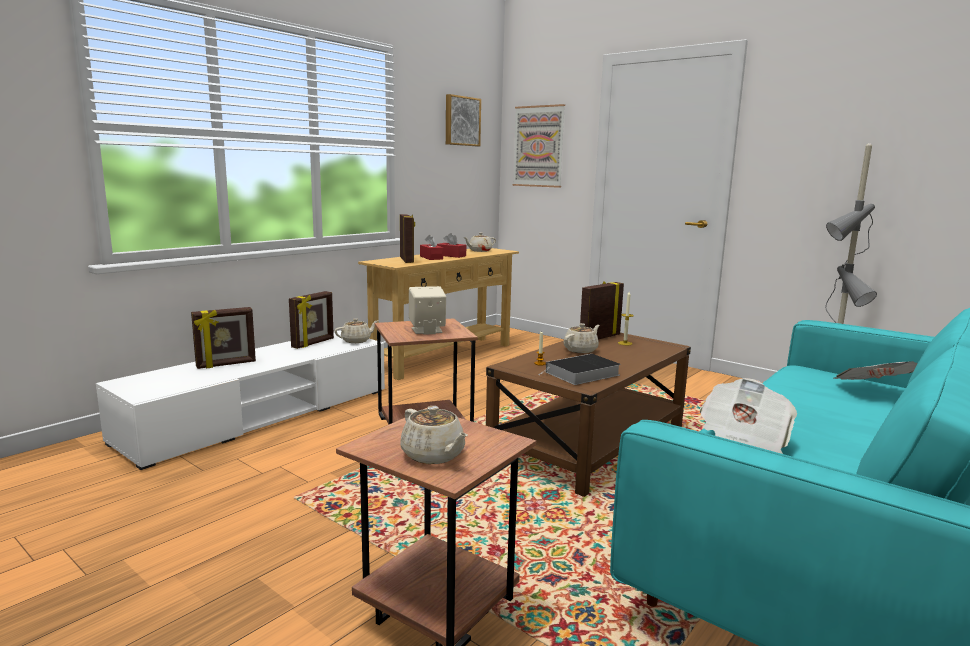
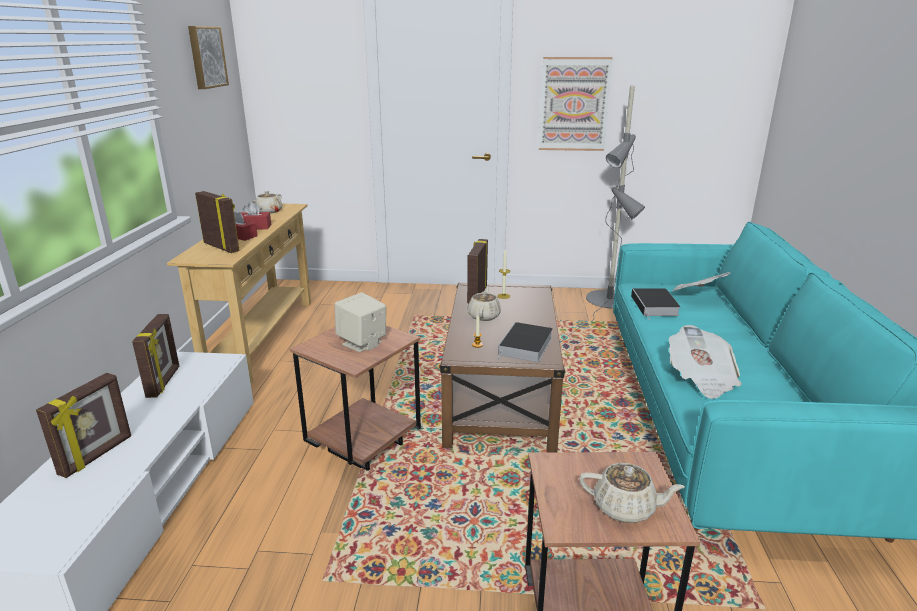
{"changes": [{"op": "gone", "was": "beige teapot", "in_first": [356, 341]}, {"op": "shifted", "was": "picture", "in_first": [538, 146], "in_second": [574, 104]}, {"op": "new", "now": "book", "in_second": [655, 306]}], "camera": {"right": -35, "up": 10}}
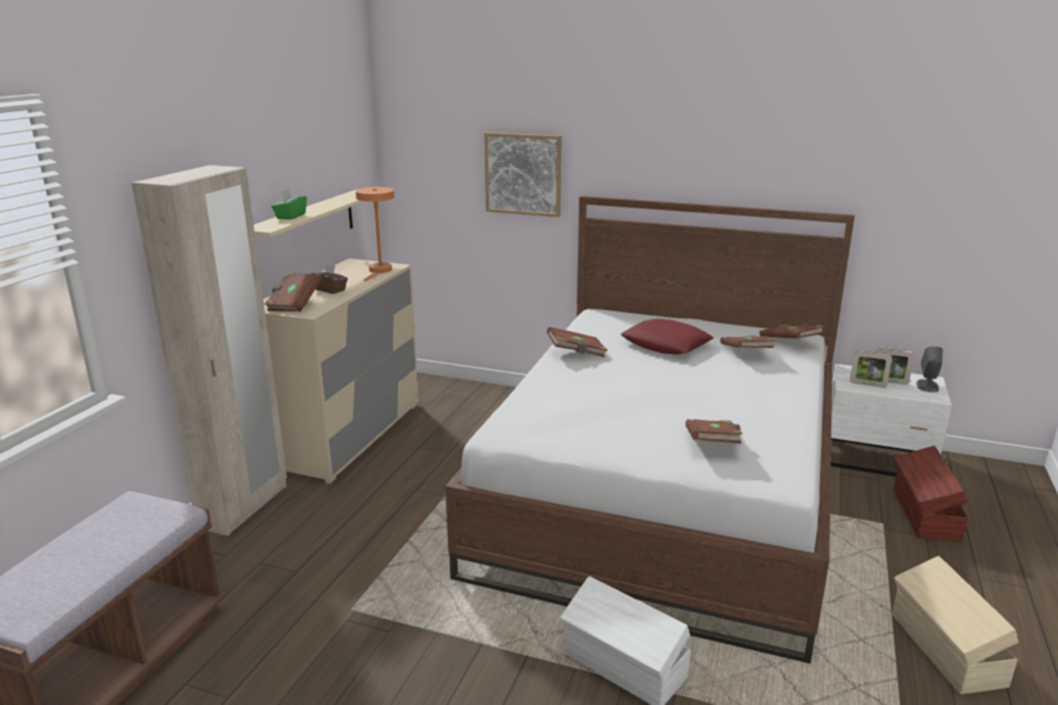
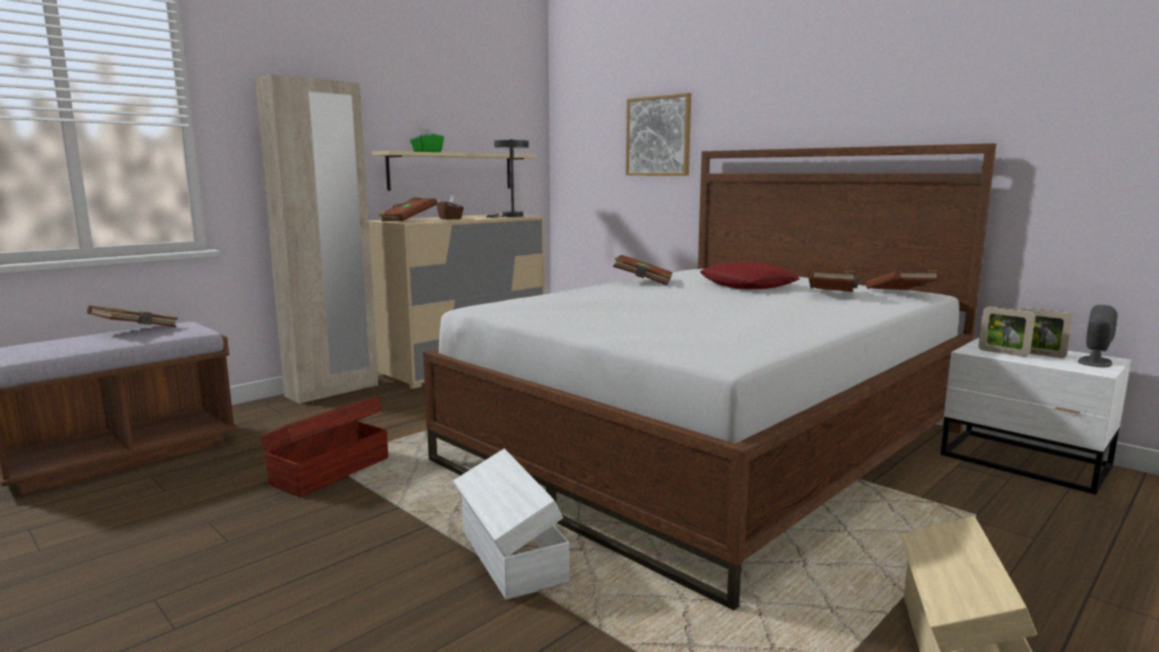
{"changes": [{"op": "repainted", "was": "orange table lamp", "now": "grey table lamp", "in_first": [379, 271], "in_second": [510, 216]}, {"op": "shifted", "was": "brown book", "in_first": [713, 444], "in_second": [136, 330]}, {"op": "shifted", "was": "brown storage box", "in_first": [924, 515], "in_second": [328, 471]}], "camera": {"right": 25, "up": -10}}
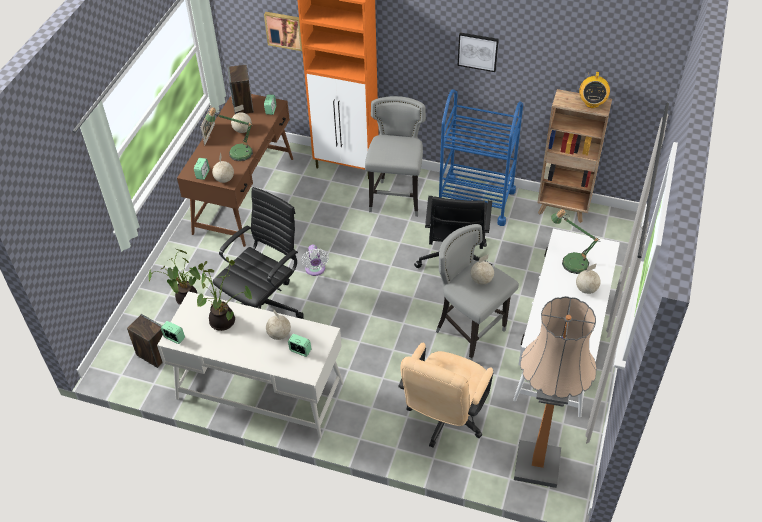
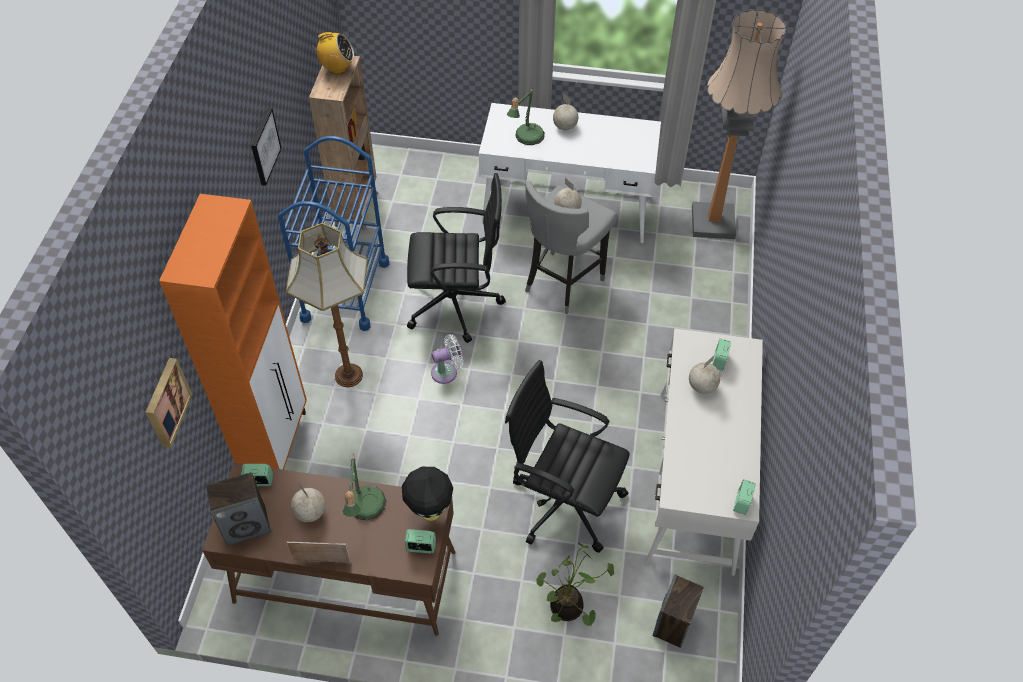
{"changes": [{"op": "gone", "was": "potted plant", "in_first": [225, 321]}, {"op": "swapped", "was": "globe", "now": "black table lamp", "in_first": [224, 179], "in_second": [429, 512]}, {"op": "shifted", "was": "white fan", "in_first": [315, 270], "in_second": [447, 372]}, {"op": "swapped", "was": "grey stool", "now": "floor lamp", "in_first": [396, 200], "in_second": [347, 375]}, {"op": "gone", "was": "beige office chair", "in_first": [444, 419]}], "camera": {"right": -100, "up": 5}}
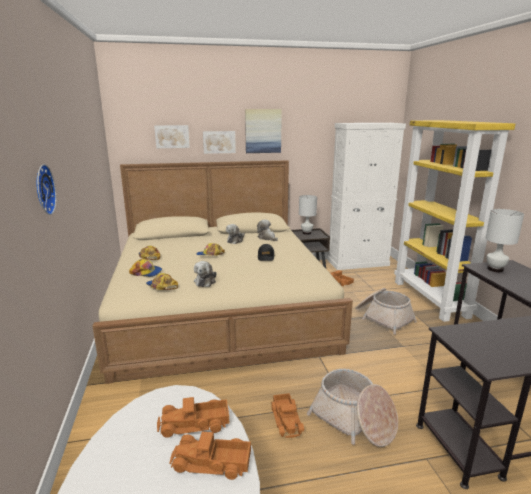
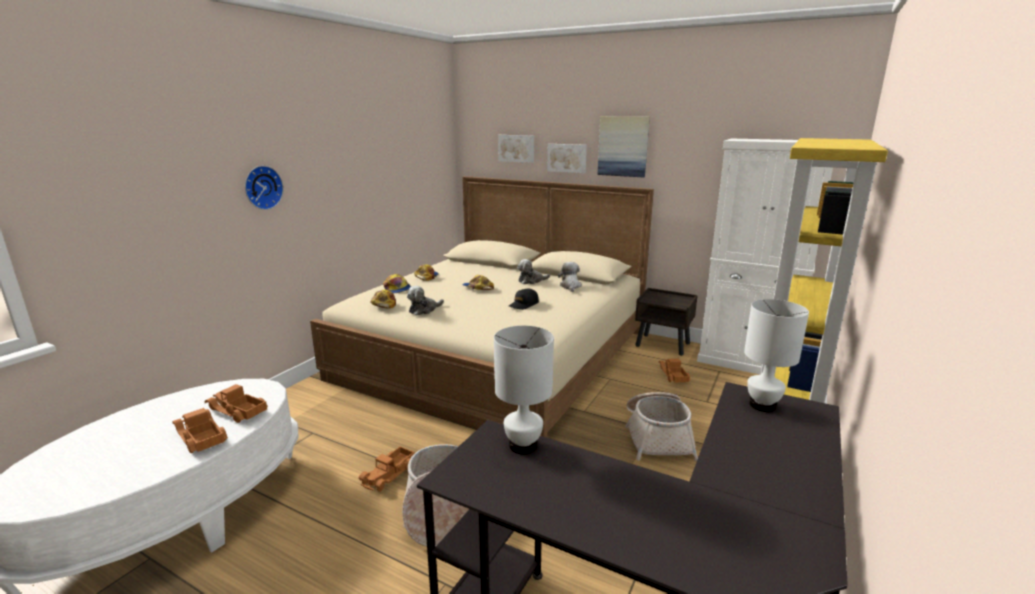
{"changes": [{"op": "shifted", "was": "white table lamp", "in_first": [306, 233], "in_second": [523, 446]}], "camera": {"right": 40, "up": 0}}
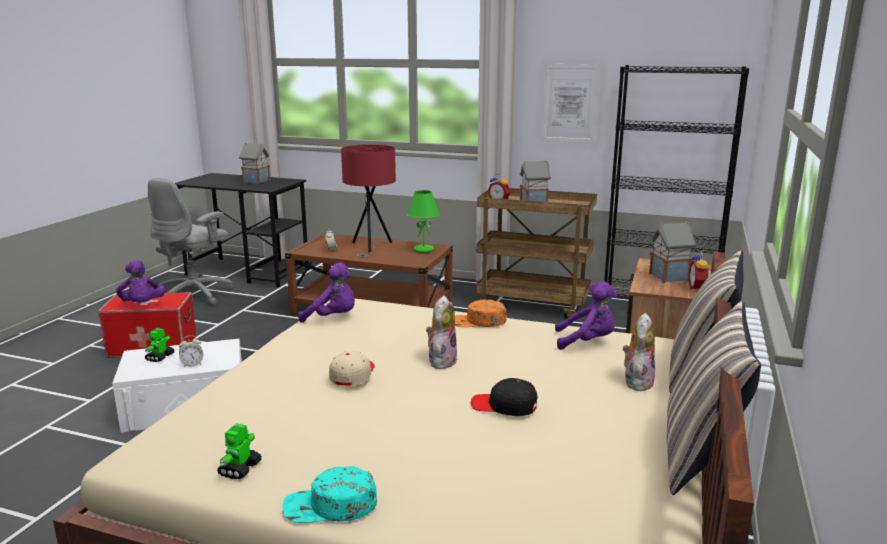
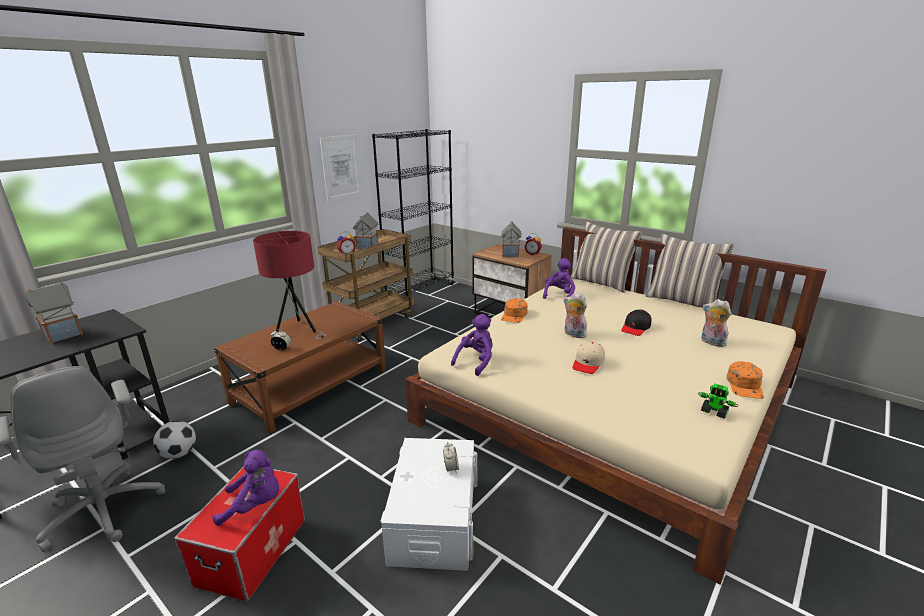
{"changes": [{"op": "gone", "was": "toy robot", "in_first": [160, 357]}, {"op": "repainted", "was": "turquoise cap", "now": "orange cap", "in_first": [330, 506], "in_second": [745, 386]}, {"op": "rotated", "was": "beige cap", "in_first": [352, 374], "in_second": [588, 363], "clockwise": -90}, {"op": "gone", "was": "green table lamp", "in_first": [423, 250]}, {"op": "shifted", "was": "plush toy", "in_first": [636, 381], "in_second": [711, 342]}, {"op": "new", "now": "football", "in_second": [179, 454]}], "camera": {"right": -70, "up": 5}}
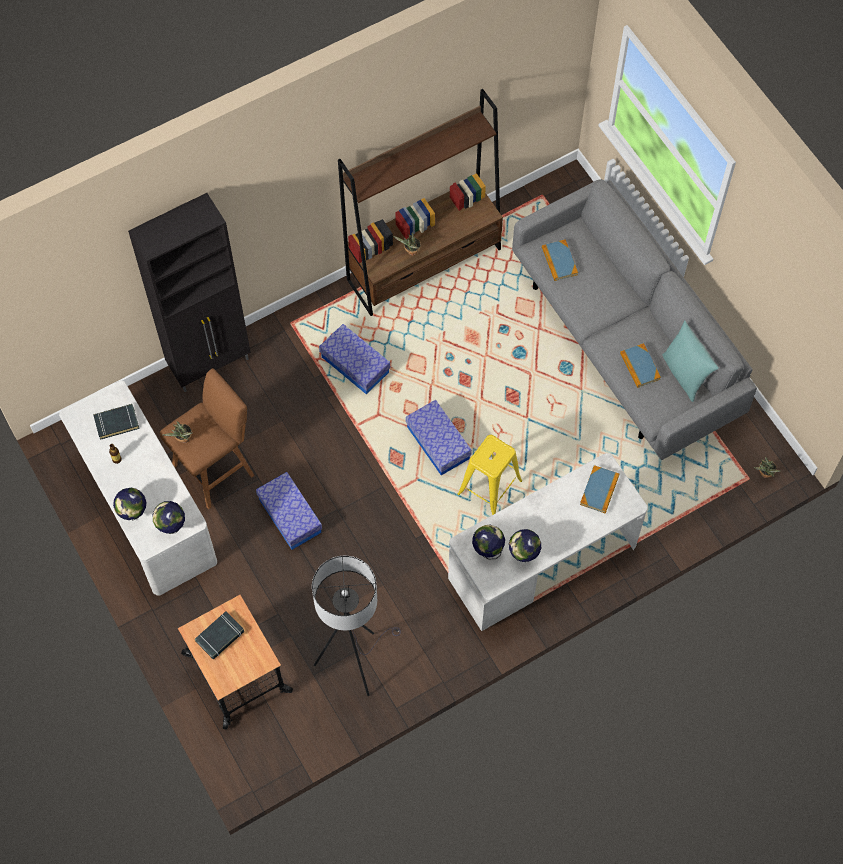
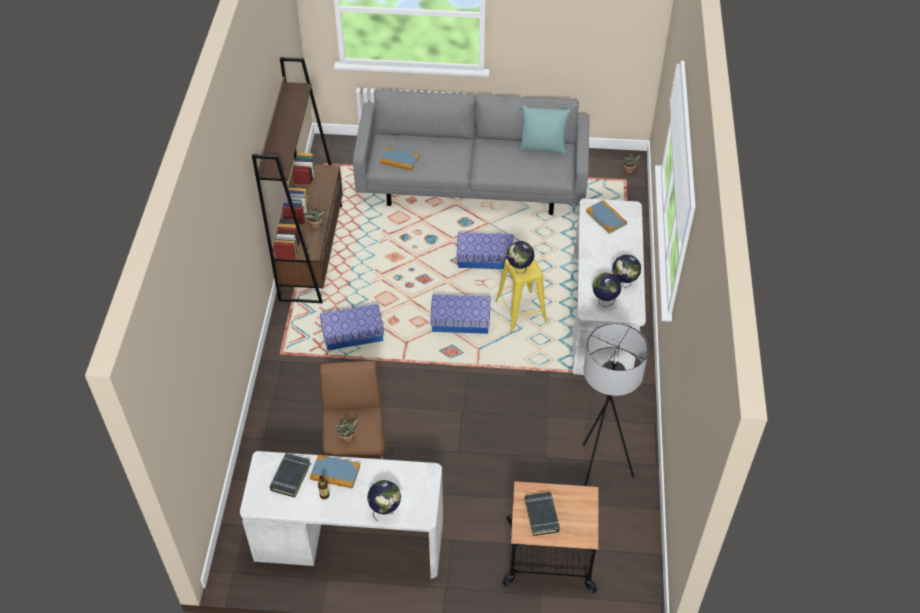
{"changes": [{"op": "gone", "was": "black cabinet", "in_first": [211, 364]}, {"op": "shifted", "was": "globe", "in_first": [171, 526], "in_second": [519, 269]}, {"op": "shifted", "was": "storage box", "in_first": [290, 516], "in_second": [484, 258]}, {"op": "shifted", "was": "book", "in_first": [640, 366], "in_second": [335, 473]}], "camera": {"right": -55, "up": -15}}
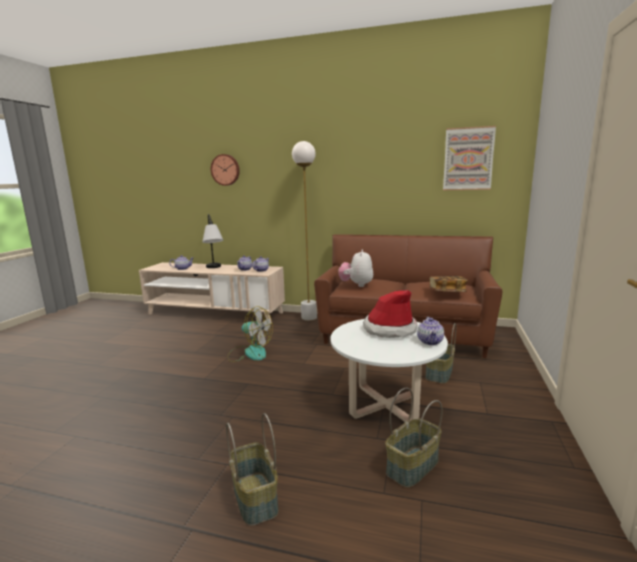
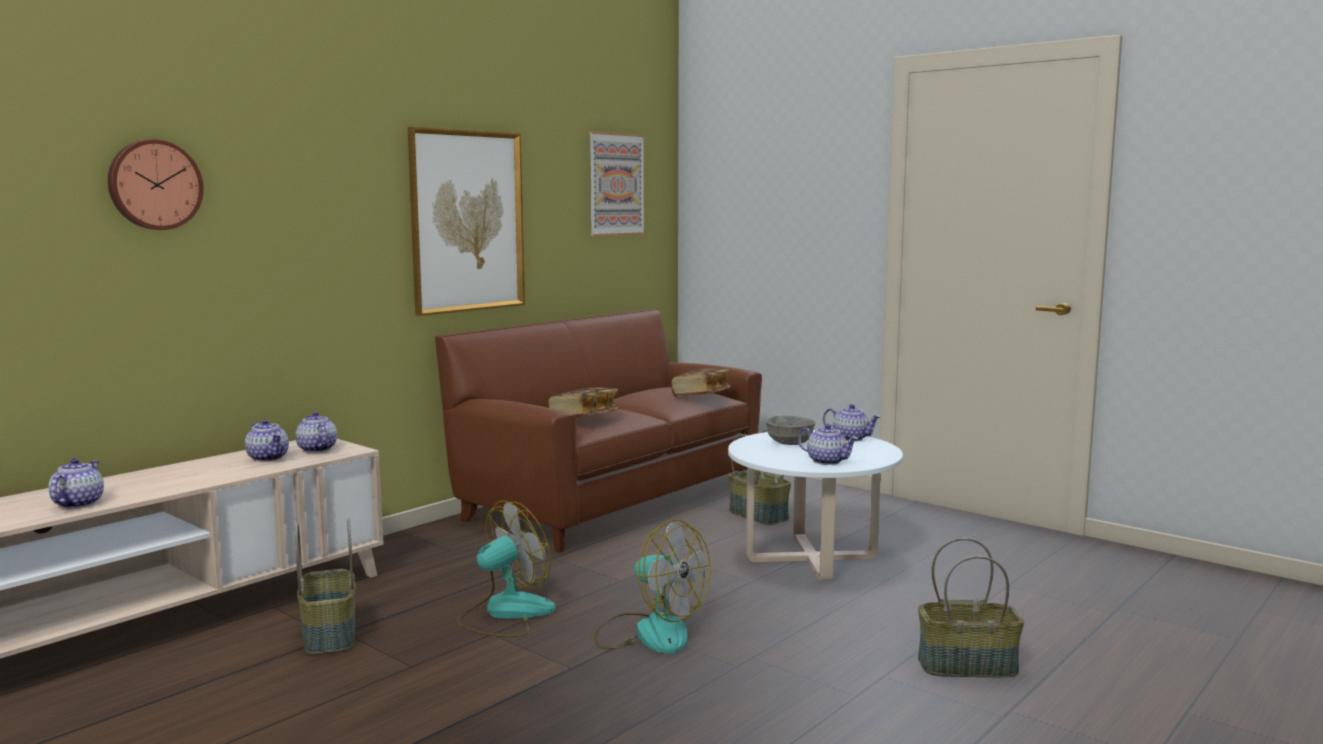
{"changes": [{"op": "gone", "was": "table lamp", "in_first": [214, 268]}, {"op": "gone", "was": "white floor lamp", "in_first": [309, 317]}, {"op": "swapped", "was": "plush toy", "now": "book", "in_first": [356, 285], "in_second": [584, 418]}, {"op": "swapped", "was": "hat", "now": "grey bowl", "in_first": [389, 329], "in_second": [789, 444]}, {"op": "shifted", "was": "basket", "in_first": [413, 467], "in_second": [330, 635]}, {"op": "new", "now": "picture", "in_second": [467, 221]}, {"op": "new", "now": "fan", "in_second": [649, 632]}, {"op": "new", "now": "teapot", "in_second": [827, 461]}], "camera": {"right": -65, "up": -5}}
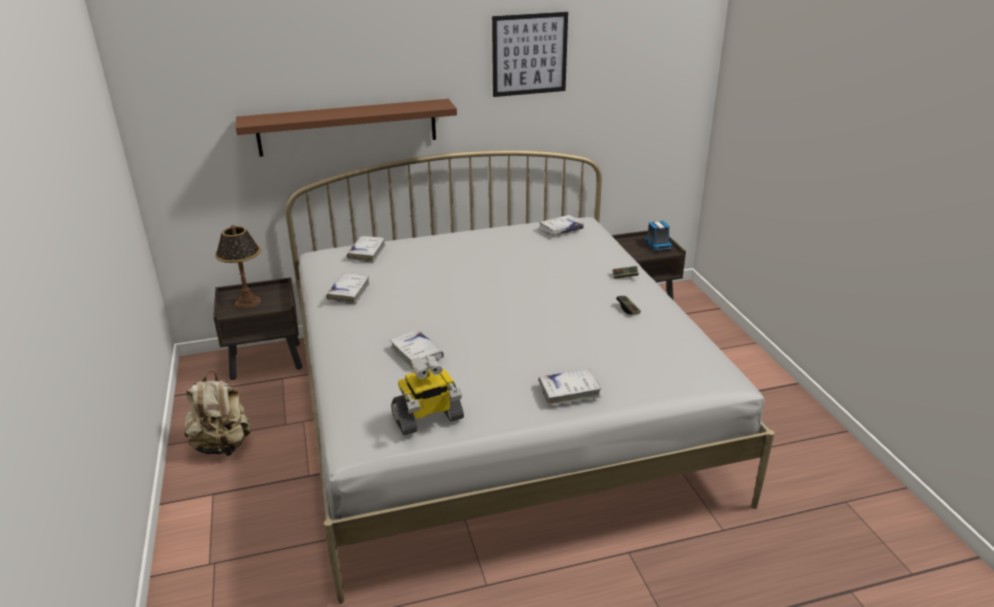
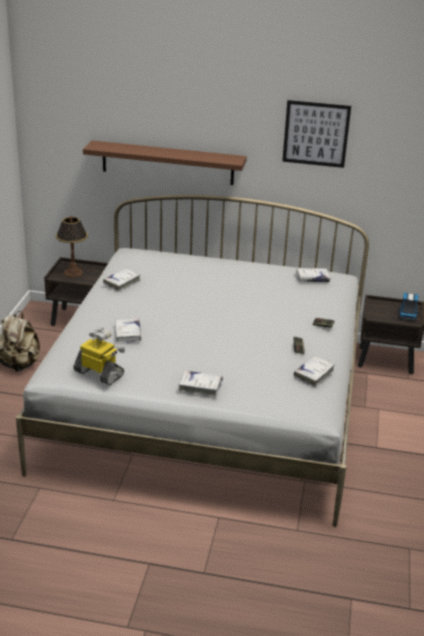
{"changes": [{"op": "shifted", "was": "white book", "in_first": [367, 253], "in_second": [314, 374]}, {"op": "rotated", "was": "toy robot", "in_first": [428, 418], "in_second": [100, 373], "clockwise": -150}], "camera": {"right": 25, "up": 0}}
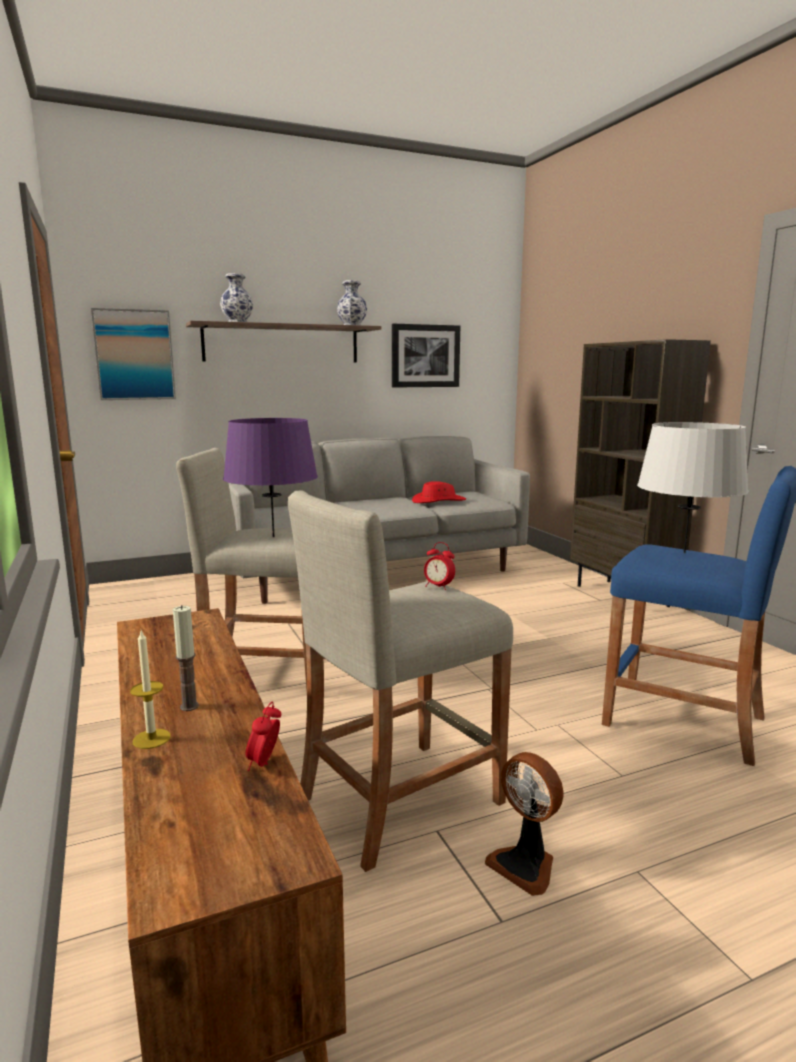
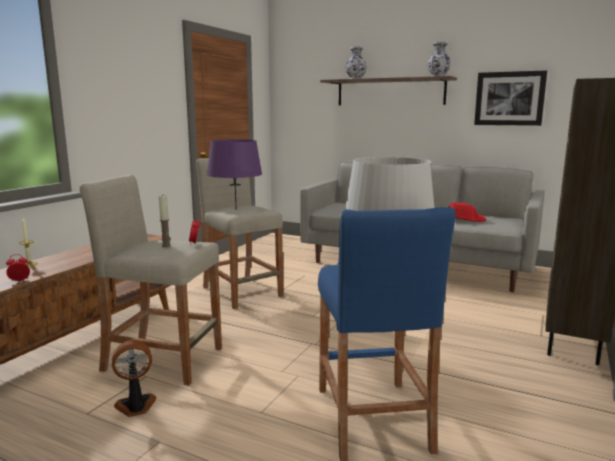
{"changes": [{"op": "gone", "was": "picture", "in_first": [134, 355]}, {"op": "shifted", "was": "candle", "in_first": [189, 706], "in_second": [166, 246]}, {"op": "rotated", "was": "fan", "in_first": [525, 865], "in_second": [136, 407], "clockwise": 60}], "camera": {"right": 50, "up": 0}}
